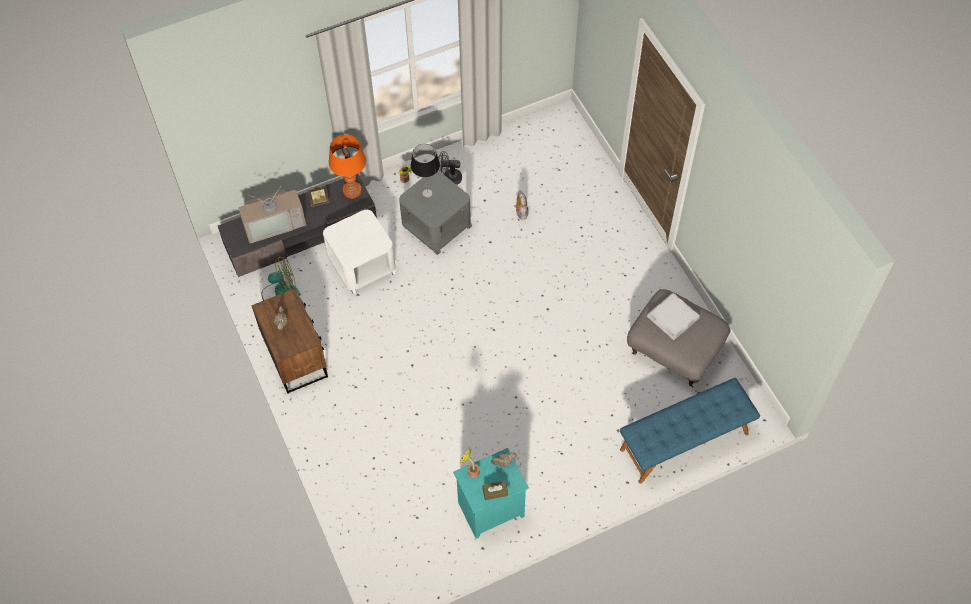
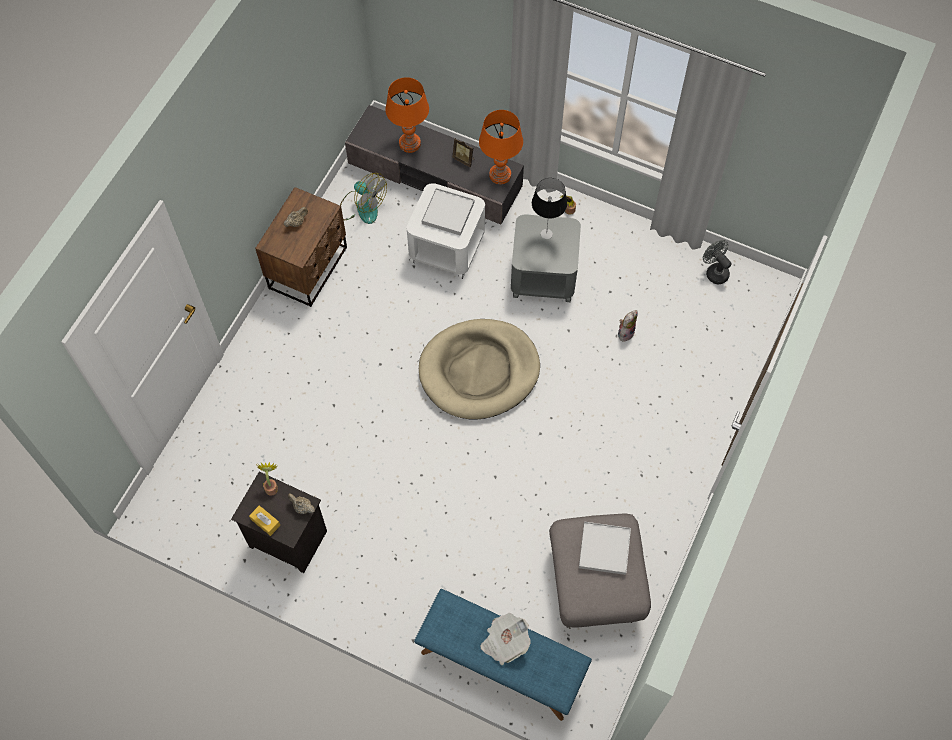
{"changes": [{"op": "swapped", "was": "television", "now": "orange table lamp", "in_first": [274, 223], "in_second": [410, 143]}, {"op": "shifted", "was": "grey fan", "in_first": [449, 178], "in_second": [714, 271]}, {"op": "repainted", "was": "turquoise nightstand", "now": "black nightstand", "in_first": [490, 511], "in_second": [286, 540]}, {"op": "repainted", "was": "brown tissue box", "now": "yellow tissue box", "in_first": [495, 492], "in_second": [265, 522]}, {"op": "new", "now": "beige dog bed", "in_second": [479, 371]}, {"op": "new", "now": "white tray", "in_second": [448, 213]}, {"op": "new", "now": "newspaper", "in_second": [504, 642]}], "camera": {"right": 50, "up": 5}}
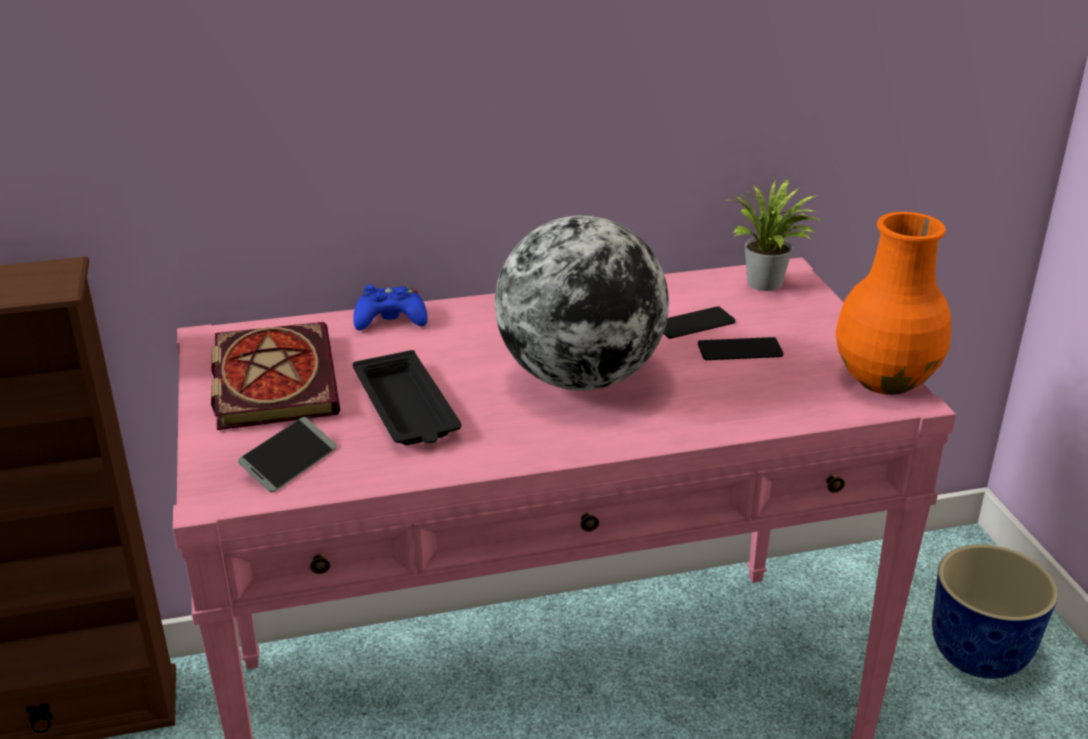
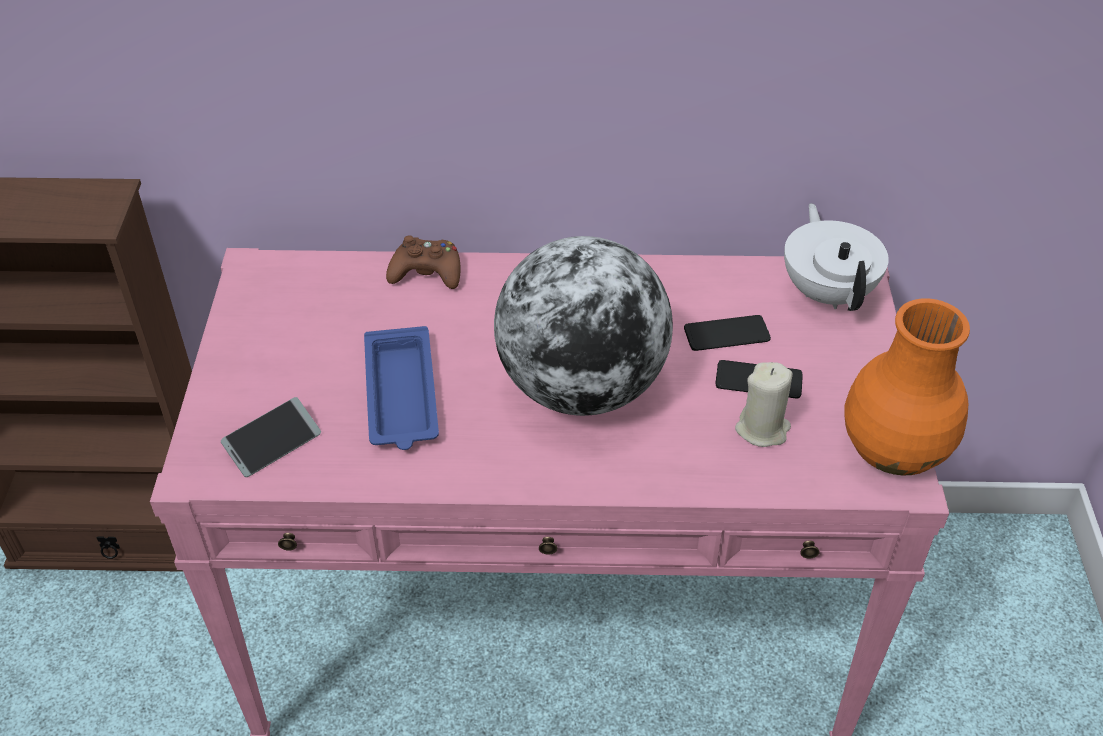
{"changes": [{"op": "gone", "was": "book", "in_first": [271, 379]}, {"op": "repainted", "was": "blue game controller", "now": "brown game controller", "in_first": [390, 319], "in_second": [427, 272]}, {"op": "repainted", "was": "black tray", "now": "blue tray", "in_first": [407, 409], "in_second": [401, 396]}, {"op": "swapped", "was": "potted plant", "now": "white teapot", "in_first": [767, 285], "in_second": [828, 291]}, {"op": "gone", "was": "planter", "in_first": [979, 654]}, {"op": "new", "now": "beige candle", "in_second": [762, 429]}], "camera": {"right": 15, "up": 15}}
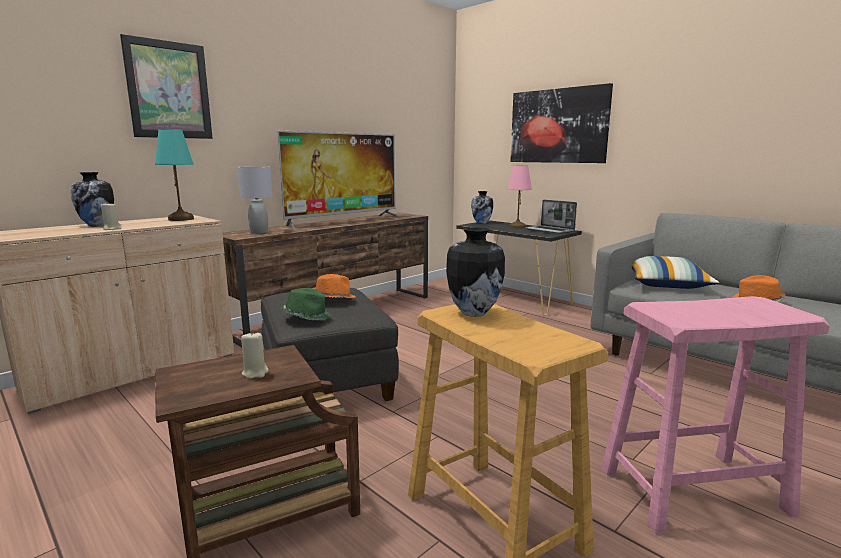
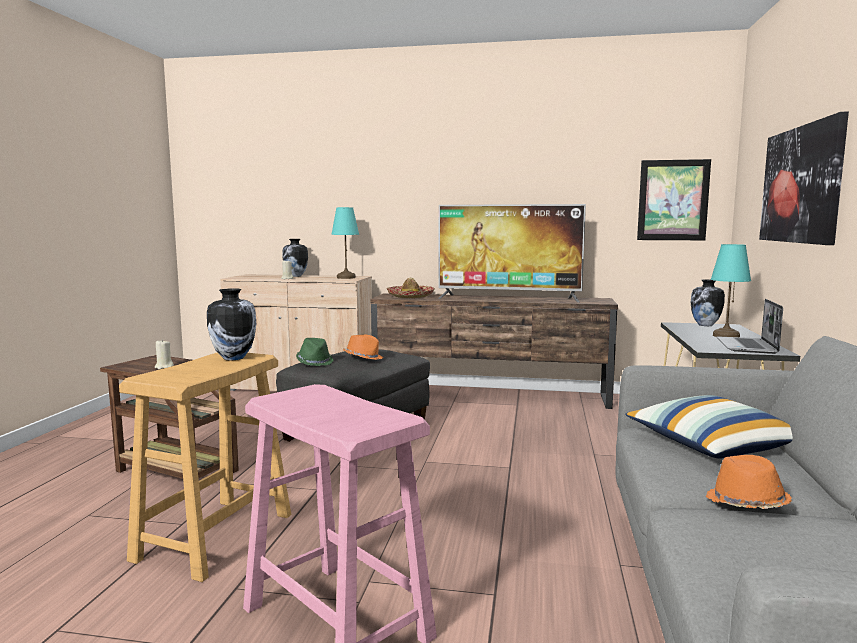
{"changes": [{"op": "shifted", "was": "picture", "in_first": [169, 90], "in_second": [673, 200]}, {"op": "swapped", "was": "grey table lamp", "now": "hat", "in_first": [259, 232], "in_second": [410, 296]}, {"op": "repainted", "was": "pink table lamp", "now": "turquoise table lamp", "in_first": [517, 227], "in_second": [725, 336]}], "camera": {"right": 55, "up": -5}}
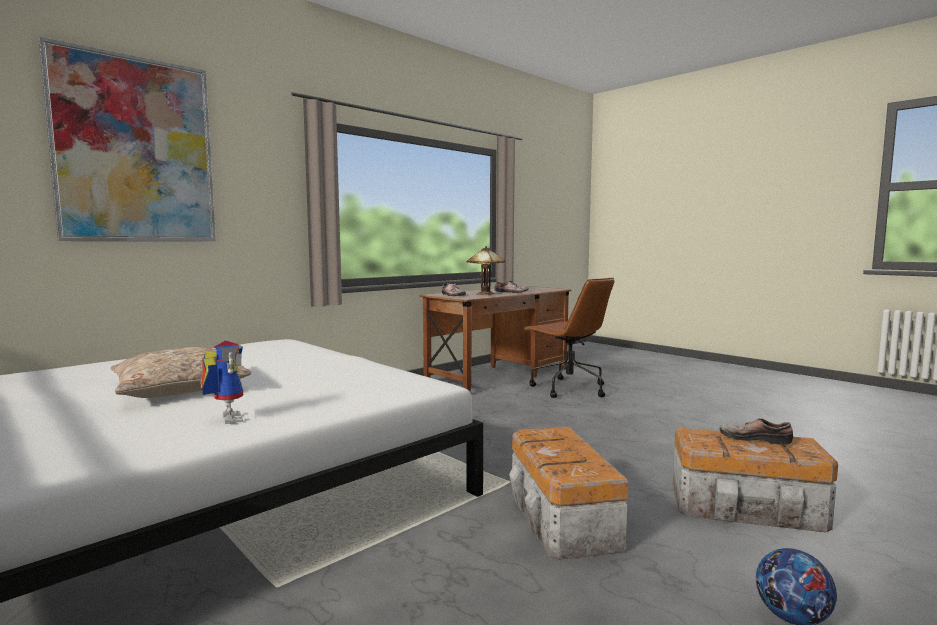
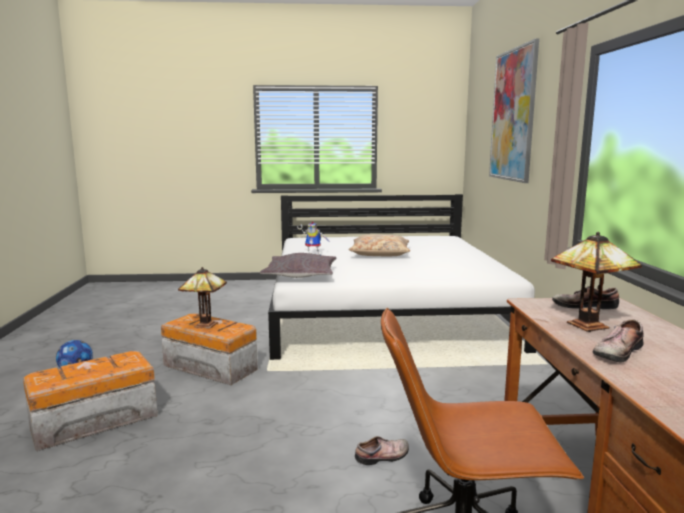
{"changes": [{"op": "shifted", "was": "shoe", "in_first": [754, 438], "in_second": [383, 457]}, {"op": "new", "now": "table lamp", "in_second": [204, 325]}, {"op": "new", "now": "grey pillow", "in_second": [300, 275]}], "camera": {"right": 130, "up": 5}}
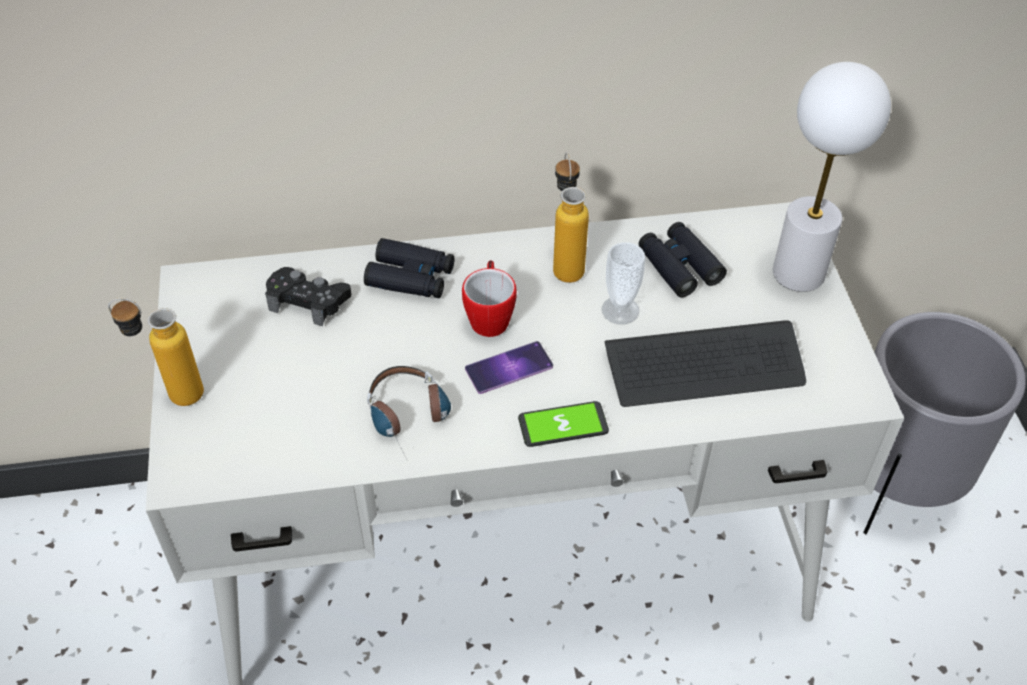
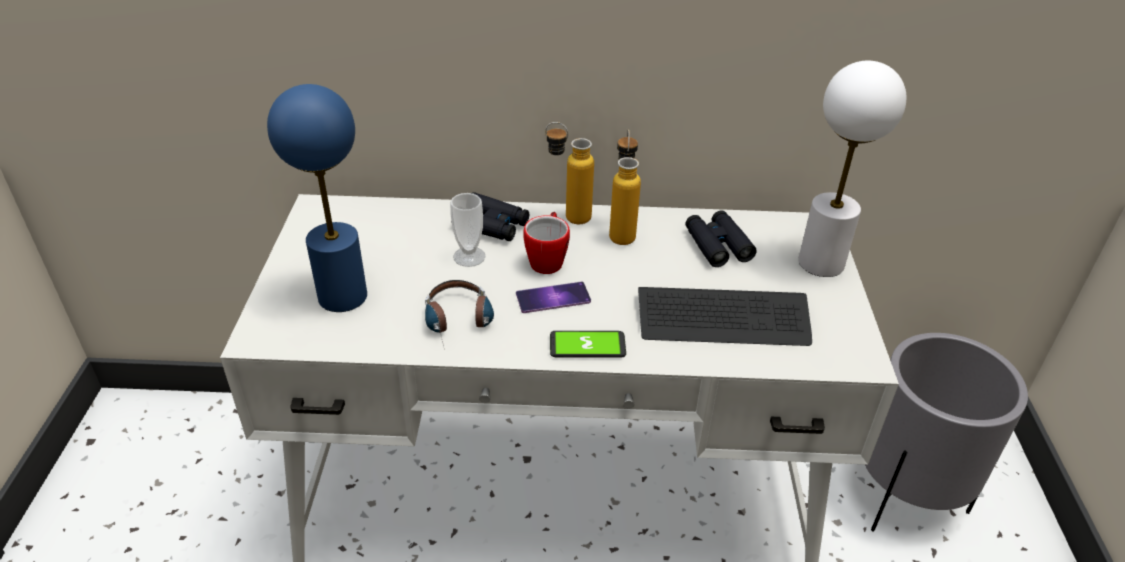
{"changes": [{"op": "shifted", "was": "bottle", "in_first": [172, 393], "in_second": [567, 216]}, {"op": "gone", "was": "black game controller", "in_first": [308, 301]}, {"op": "shifted", "was": "cup", "in_first": [620, 310], "in_second": [469, 256]}, {"op": "new", "now": "blue table lamp", "in_second": [343, 297]}], "camera": {"right": 10, "up": -10}}
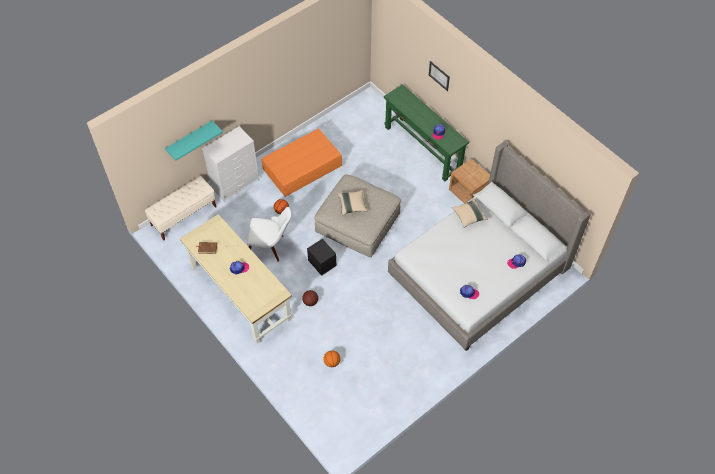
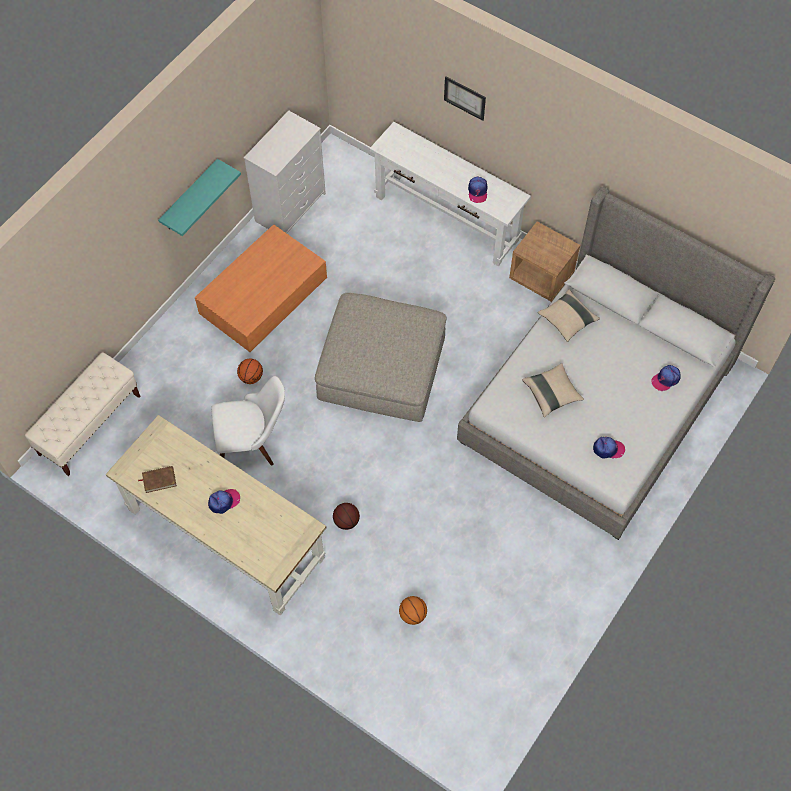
{"changes": [{"op": "shifted", "was": "turquoise shelf", "in_first": [190, 139], "in_second": [190, 196]}, {"op": "shifted", "was": "white dresser", "in_first": [235, 183], "in_second": [290, 207]}, {"op": "gone", "was": "black storage box", "in_first": [321, 262]}, {"op": "shifted", "was": "beige pillow", "in_first": [352, 205], "in_second": [551, 394]}, {"op": "repainted", "was": "green console table", "now": "white console table", "in_first": [422, 148], "in_second": [446, 218]}], "camera": {"right": -15, "up": 5}}
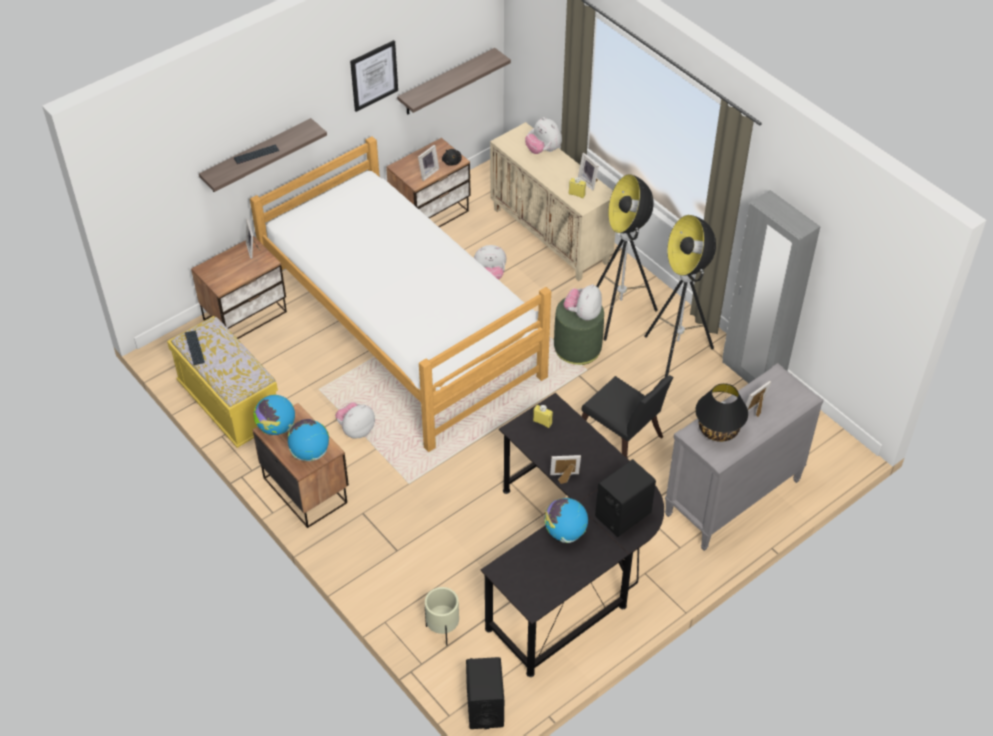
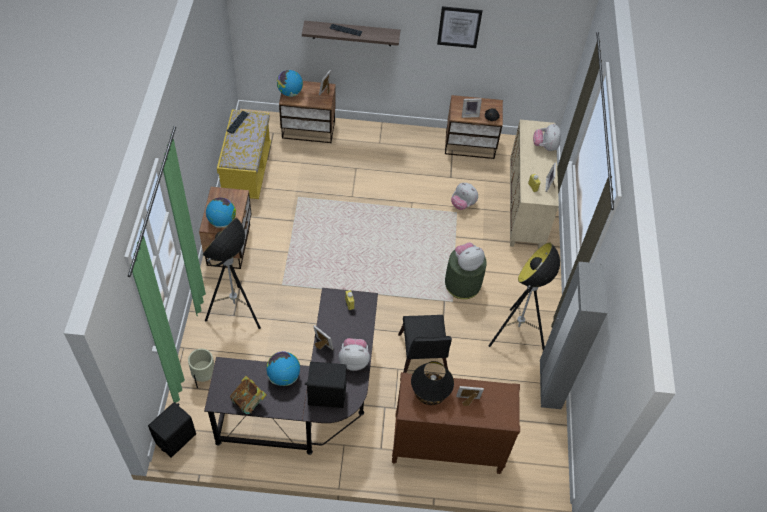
{"changes": [{"op": "gone", "was": "bed", "in_first": [402, 329]}, {"op": "shifted", "was": "globe", "in_first": [276, 427], "in_second": [290, 92]}, {"op": "shifted", "was": "plush toy", "in_first": [356, 430], "in_second": [354, 360]}, {"op": "gone", "was": "shelf", "in_first": [447, 82]}, {"op": "shifted", "was": "floor lamp", "in_first": [620, 315], "in_second": [236, 313]}, {"op": "repainted", "was": "grey dresser", "now": "brown dresser", "in_first": [732, 498], "in_second": [446, 448]}, {"op": "new", "now": "book", "in_second": [249, 401]}], "camera": {"right": 40, "up": 5}}
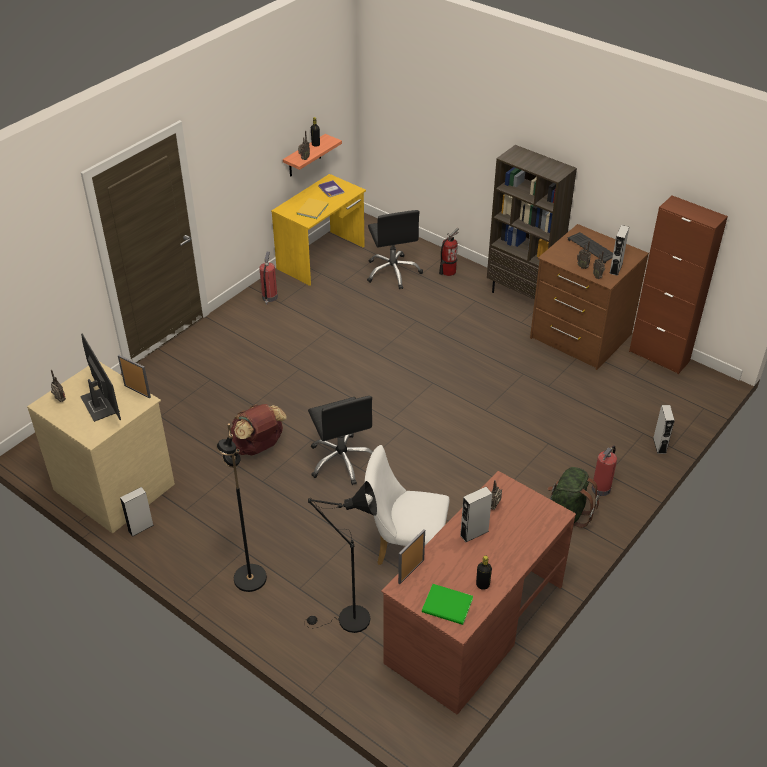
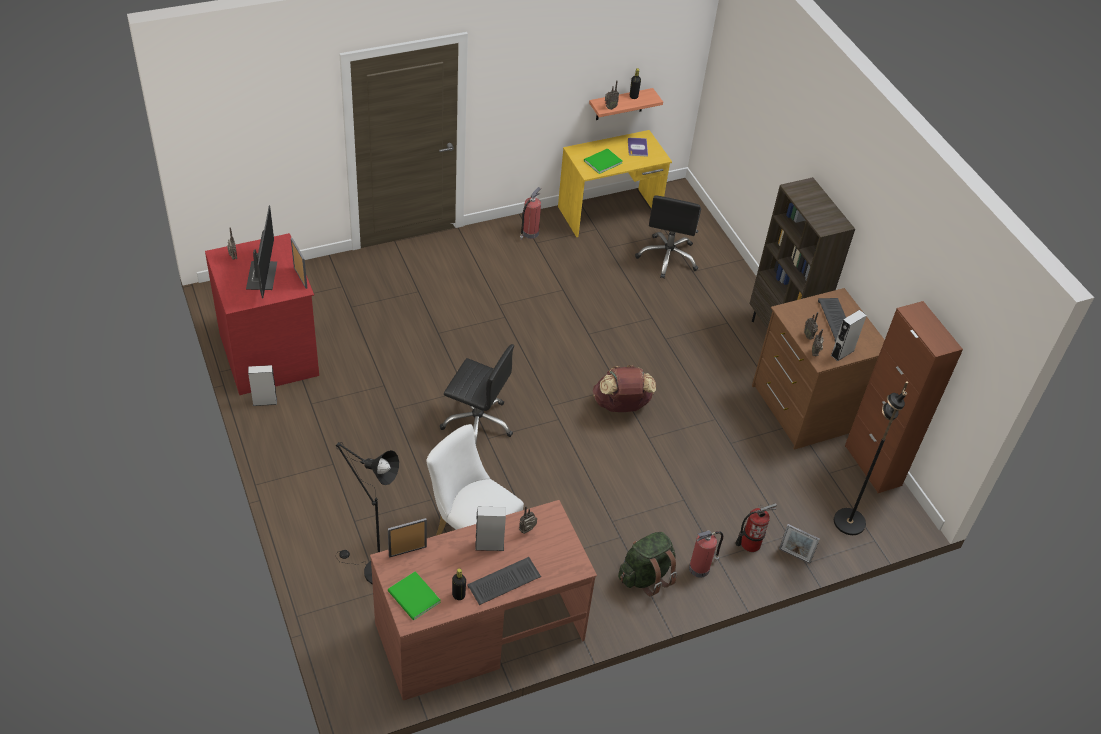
{"changes": [{"op": "repainted", "was": "beige dresser", "now": "red dresser", "in_first": [115, 486], "in_second": [270, 354]}, {"op": "shifted", "was": "black floor lamp", "in_first": [249, 578], "in_second": [848, 522]}, {"op": "shifted", "was": "brown backpack", "in_first": [257, 447], "in_second": [621, 406]}, {"op": "repainted", "was": "yellow book", "now": "green book", "in_first": [311, 210], "in_second": [601, 162]}, {"op": "rotated", "was": "black office chair", "in_first": [342, 460], "in_second": [477, 423], "clockwise": -75}, {"op": "shifted", "was": "fire extinguisher", "in_first": [448, 271], "in_second": [750, 543]}, {"op": "swapped", "was": "grey speaker", "now": "picture frame", "in_first": [659, 445], "in_second": [794, 555]}, {"op": "new", "now": "keyboard", "in_second": [503, 583]}], "camera": {"right": 25, "up": 5}}
